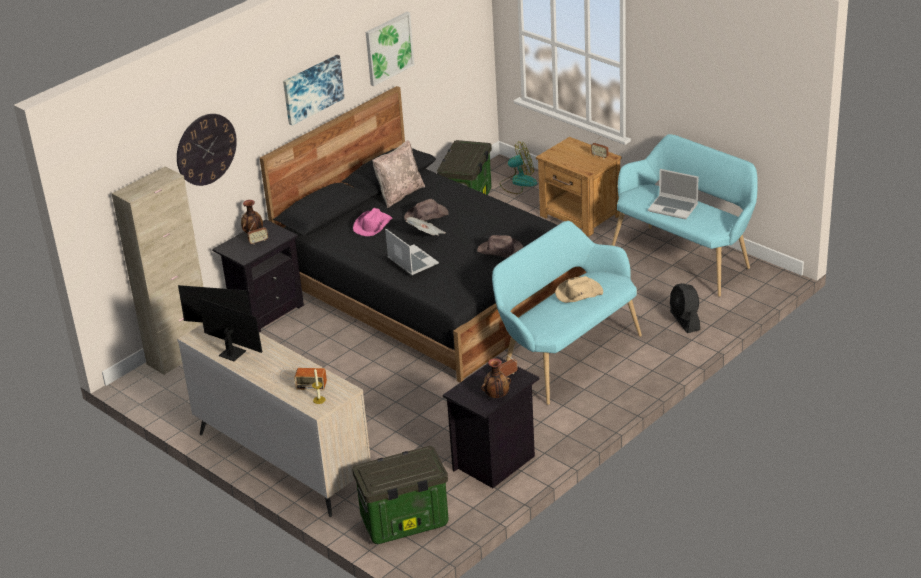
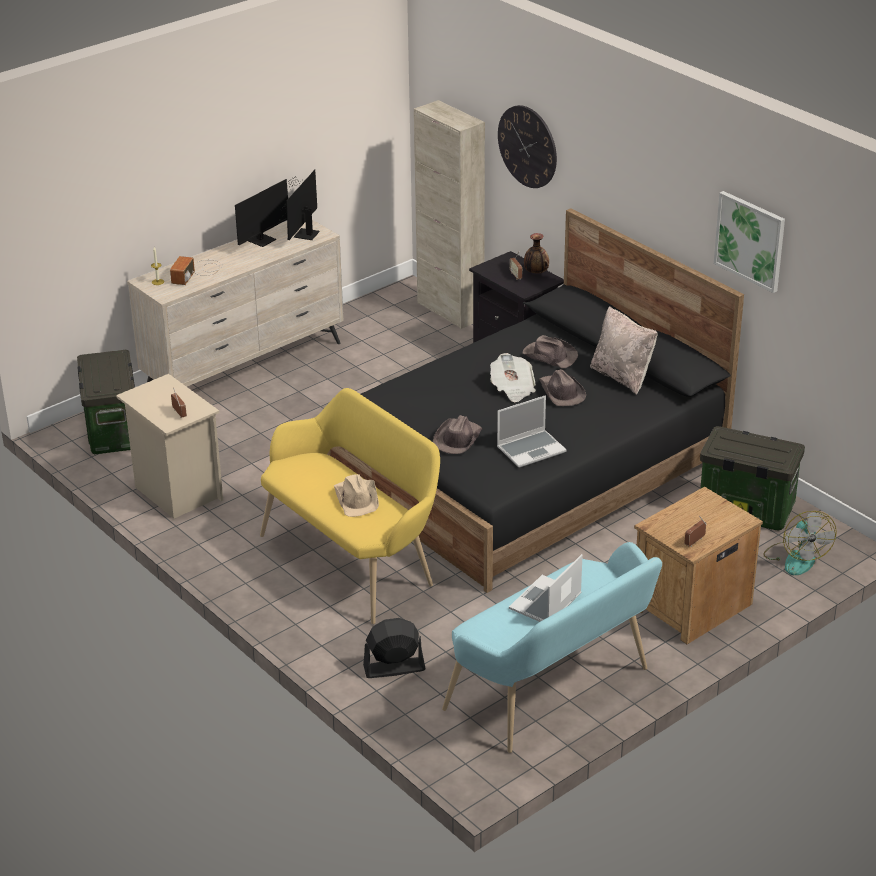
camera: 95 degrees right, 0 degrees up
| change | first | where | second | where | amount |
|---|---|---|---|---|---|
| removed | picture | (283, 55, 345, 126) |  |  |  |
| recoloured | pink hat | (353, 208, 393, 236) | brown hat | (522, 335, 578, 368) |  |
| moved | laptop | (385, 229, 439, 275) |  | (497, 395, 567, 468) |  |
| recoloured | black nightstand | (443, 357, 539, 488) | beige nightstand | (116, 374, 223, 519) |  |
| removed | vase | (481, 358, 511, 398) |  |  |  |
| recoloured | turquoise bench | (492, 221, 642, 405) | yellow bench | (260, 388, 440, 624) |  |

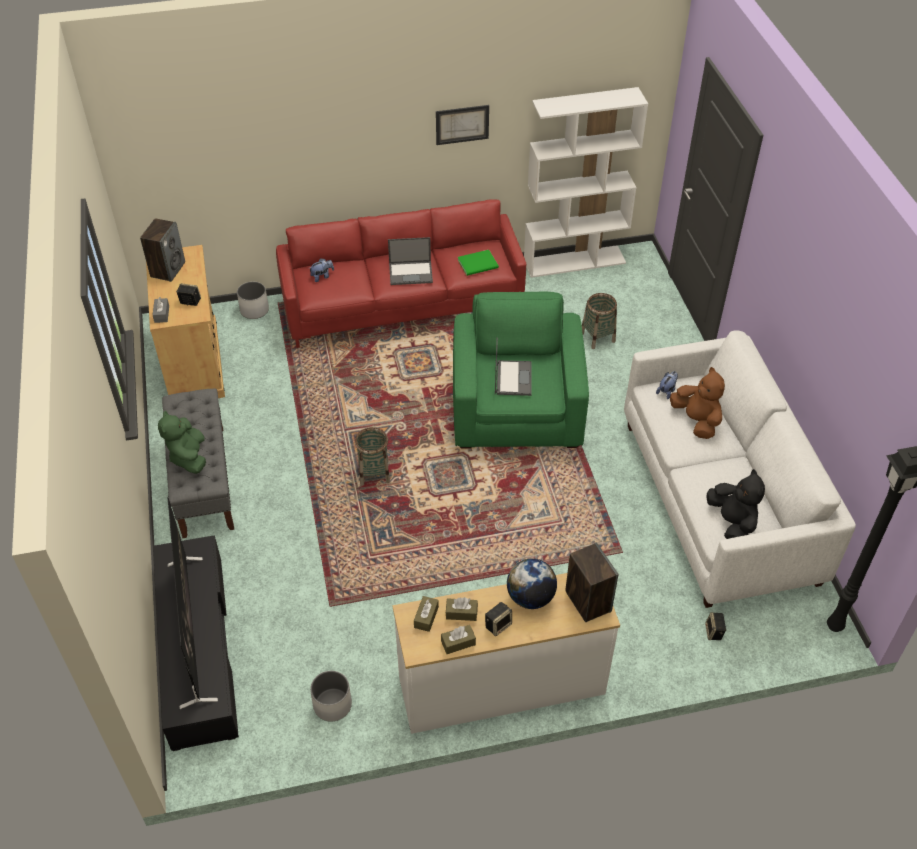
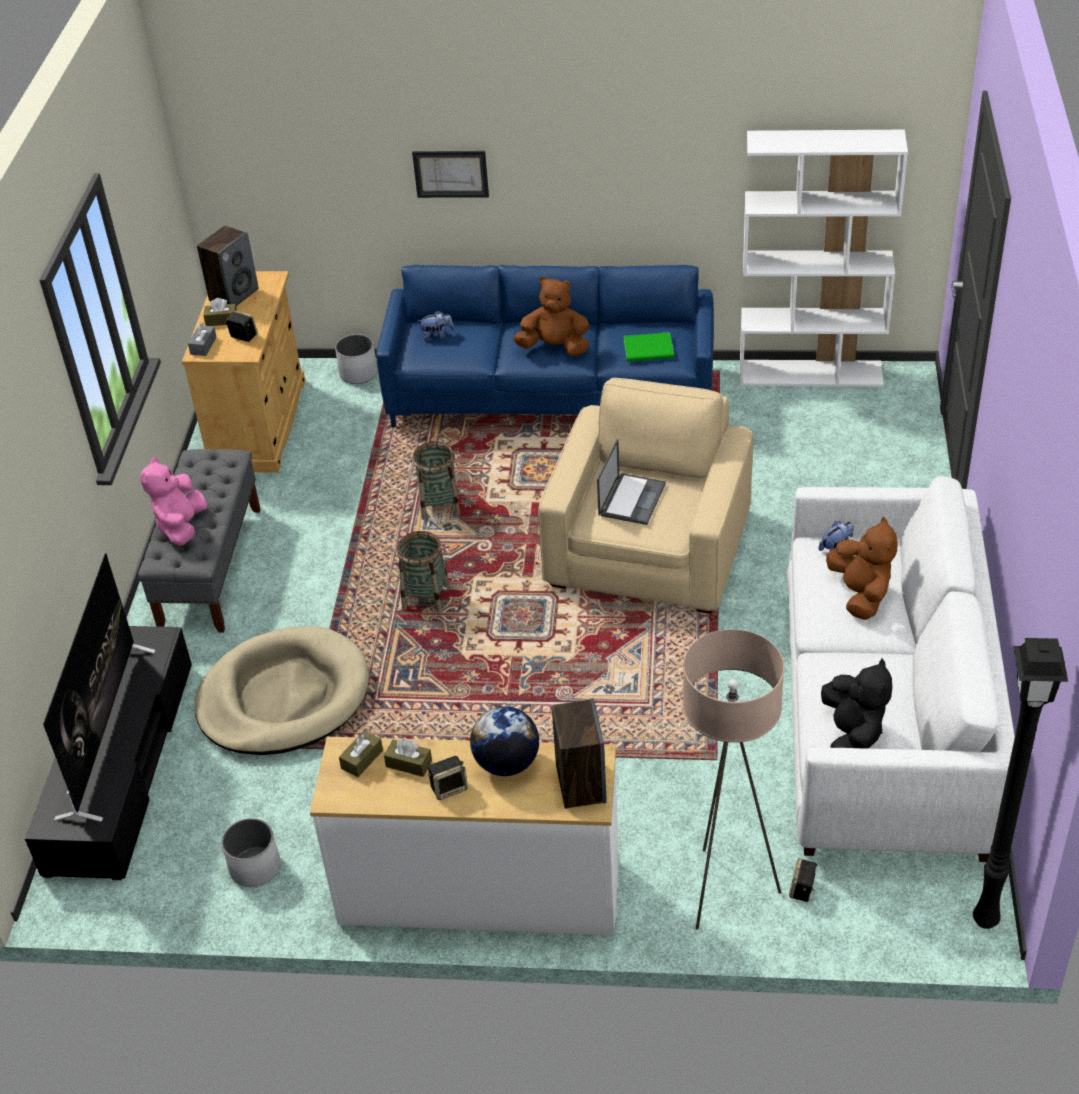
camera: 20 degrees right, 5 degrees down
| change | first | where | second | where | amount |
|---|---|---|---|---|---|
| recoloured | green plush toy | (158, 411, 206, 474) | pink plush toy | (140, 457, 208, 546) |  |
| recoloured | red sofa | (276, 199, 527, 348) | blue sofa | (376, 265, 714, 427) |  |
| replaced | laptop | (388, 237, 433, 285) | brown plush toy | (513, 276, 590, 356) |  |
| moved | picture | (436, 105, 489, 145) |  | (412, 151, 489, 198) |  |
| moved | brown tissue box | (441, 625, 476, 654) |  | (203, 298, 237, 326) |  |
| recoloured | green armchair | (453, 292, 589, 449) | beige armchair | (538, 378, 753, 614) |  |
| moved | basket | (582, 293, 617, 349) |  | (412, 441, 460, 520) |  |
| added |  |  | beige dog bed | (195, 626, 369, 755) |  |
| added |  |  | beige floor lamp | (683, 629, 784, 929) |  |

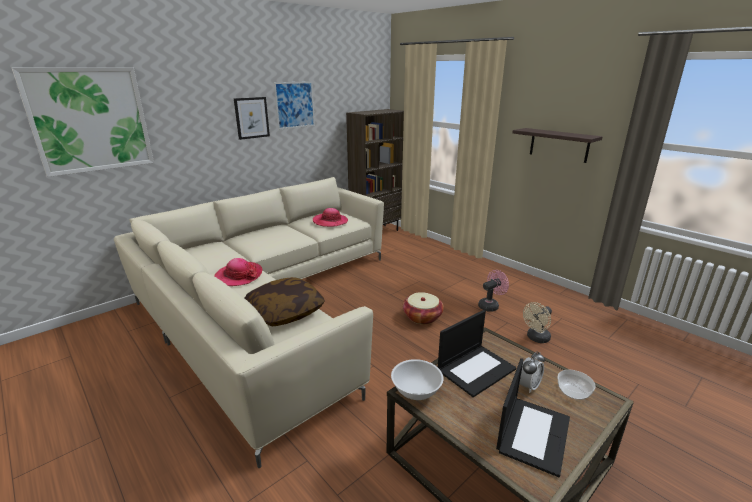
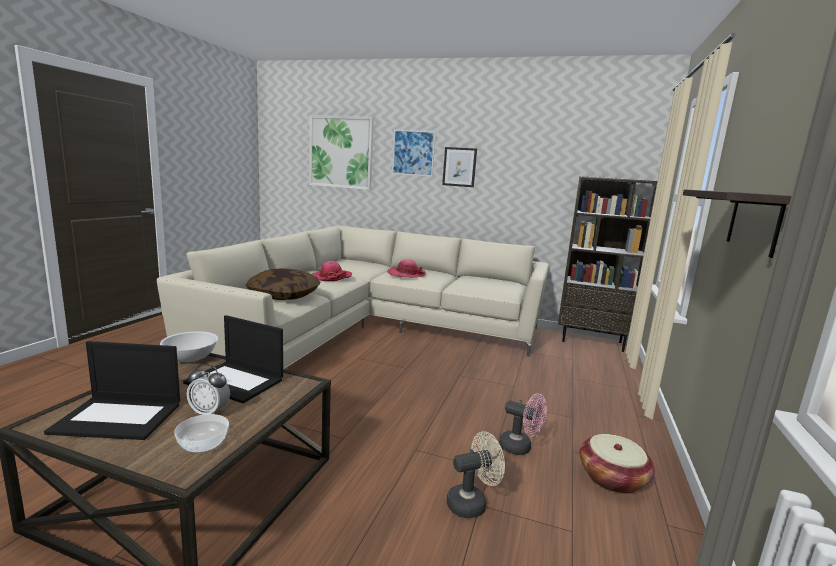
camera: 60 degrees right, 10 degrees down
| change | first | where | second | where | amount |
|---|---|---|---|---|---|
| moved | picture | (274, 81, 315, 130) |  | (392, 130, 436, 177) |  |
| moved | hat | (313, 208, 348, 227) |  | (387, 259, 426, 278) |  |
| moved | basket | (403, 292, 444, 324) |  | (579, 434, 655, 494) |  |
| turned | beige fan | (523, 302, 552, 343) |  | (447, 431, 505, 518) | 135 degrees clockwise |

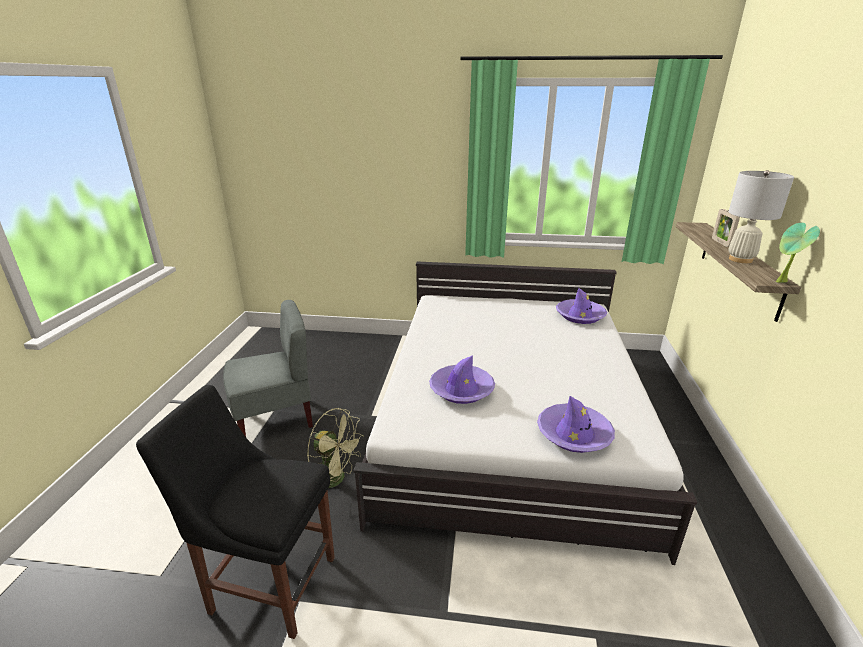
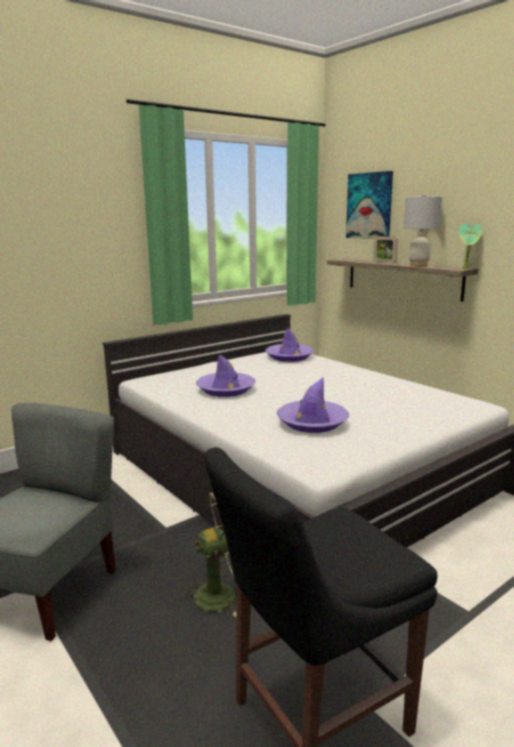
camera: 45 degrees left, 10 degrees down
| change | first | where | second | where | amount |
|---|---|---|---|---|---|
| moved | purple hat | (537, 396, 615, 453) |  | (196, 354, 256, 397) |  |
| added |  |  | picture | (346, 171, 393, 239) |  |

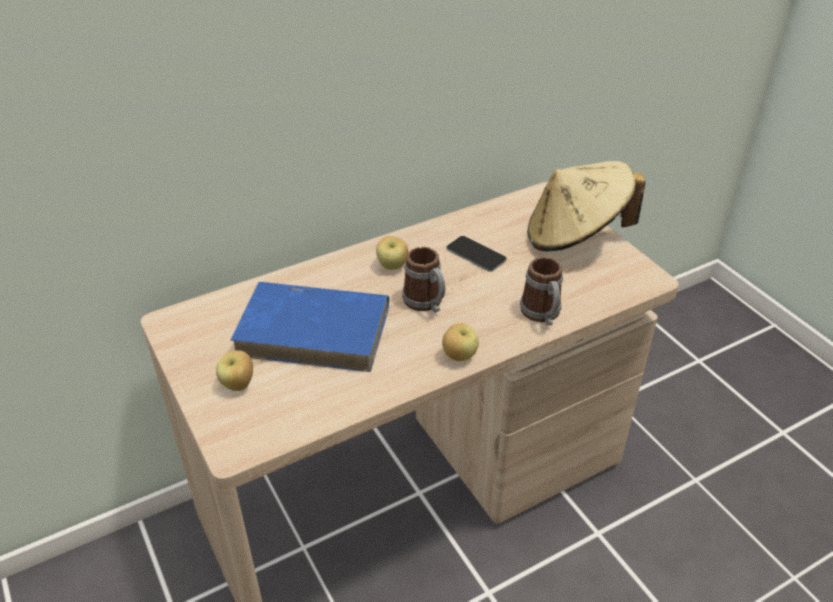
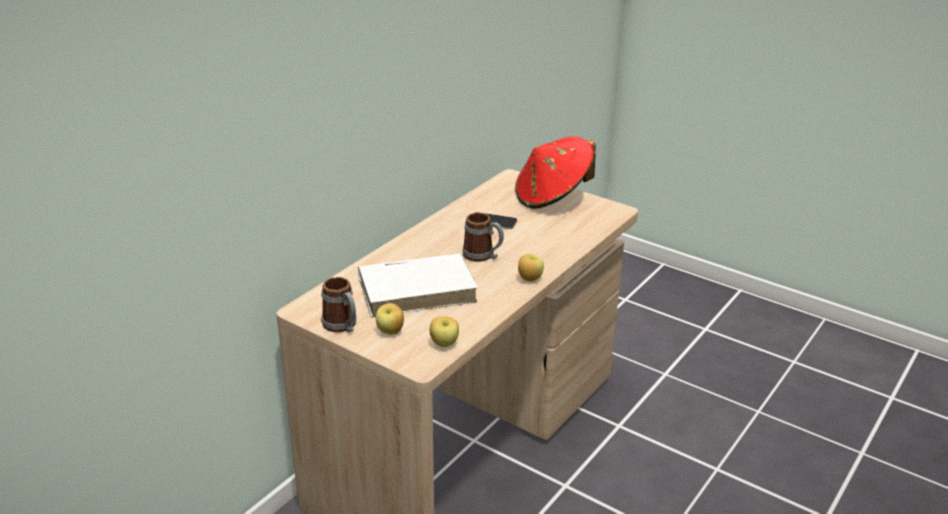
camera: 25 degrees left, 10 degrees down
| change | first | where | second | where | amount |
|---|---|---|---|---|---|
| recoloured | blue book | (230, 282, 389, 372) | white book | (358, 253, 478, 317) |  |
| moved | apple | (376, 236, 408, 270) |  | (430, 316, 459, 347) |  |
| moved | mug | (520, 257, 563, 326) |  | (321, 277, 357, 332) |  |
| recoloured | beige hat | (527, 161, 646, 251) | red hat | (515, 136, 596, 209) |  |

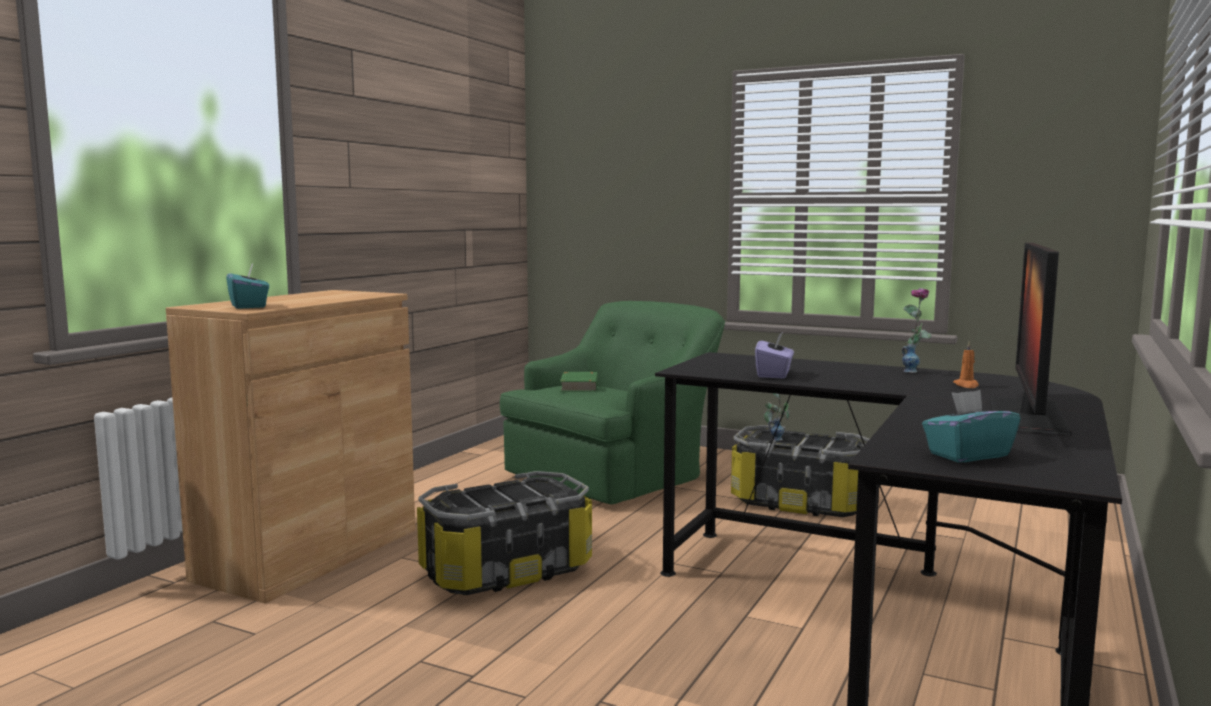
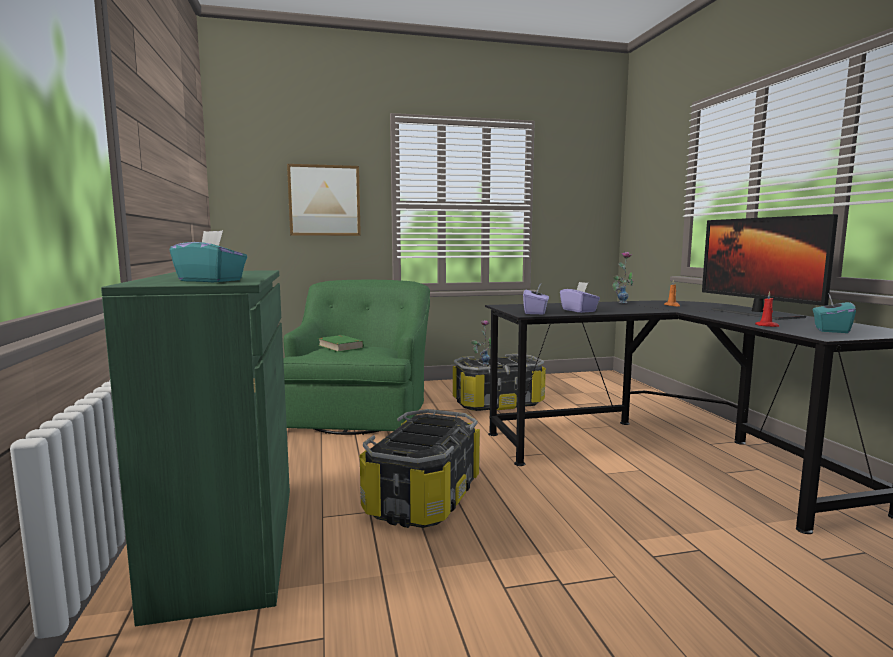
camera: 40 degrees left, 0 degrees up
| change | first | where | second | where | amount |
|---|---|---|---|---|---|
| recoloured | brown cabinet | (166, 290, 415, 604) | green cabinet | (101, 270, 290, 626) |  |
| added |  |  | picture | (287, 164, 361, 236) |  |
| added |  |  | purple tissue box | (523, 284, 549, 314) |  |
| added |  |  | red candle | (755, 291, 779, 327) |  |

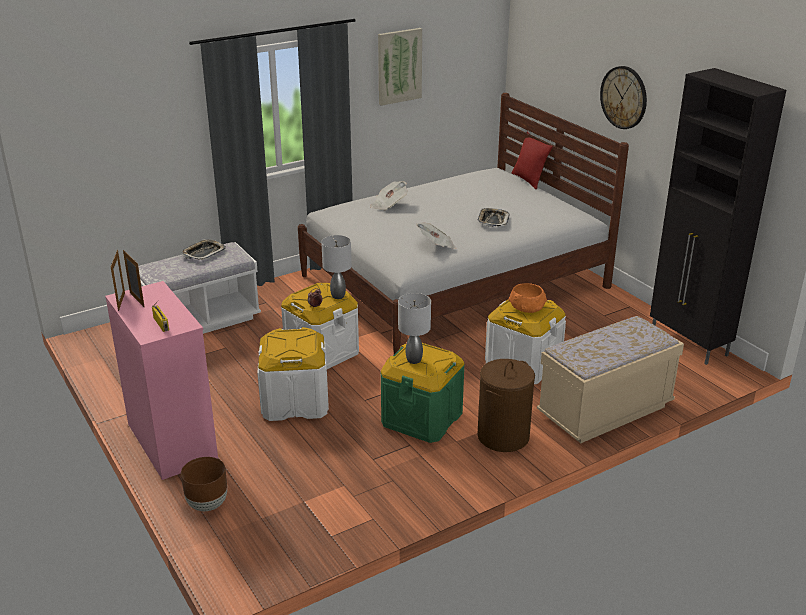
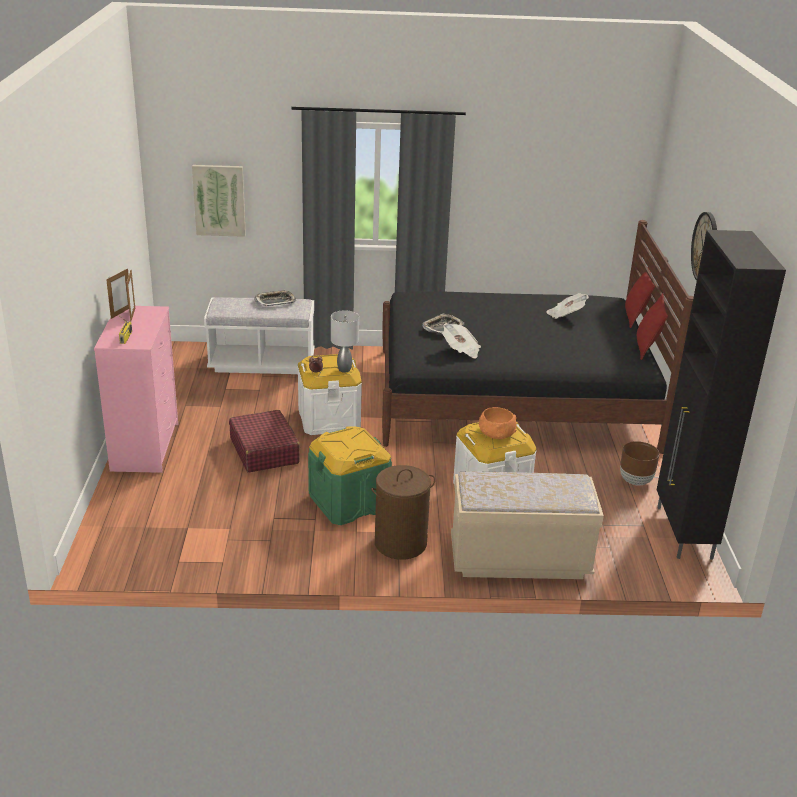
camera: 30 degrees right, 0 degrees up
| change | first | where | second | where | amount |
|---|---|---|---|---|---|
| moved | brown planter | (181, 457, 227, 511) |  | (620, 441, 660, 486) |  |
| replaced | white storage box | (257, 327, 329, 421) | red suitcase | (229, 410, 300, 473) |  |
| recoloured | white bed | (298, 93, 629, 354) | black bed | (382, 220, 694, 454) |  |
| moved | newspaper | (370, 181, 408, 211) |  | (546, 293, 589, 319) |  |
| moved | picture | (378, 28, 422, 106) |  | (192, 165, 246, 237) |  |
| removed | grey table lamp | (398, 293, 431, 364) |  |  |  |
| moved | tray | (478, 208, 510, 227) |  | (422, 314, 464, 334) |  |
| added |  |  | red pillow | (637, 293, 668, 360) |  |

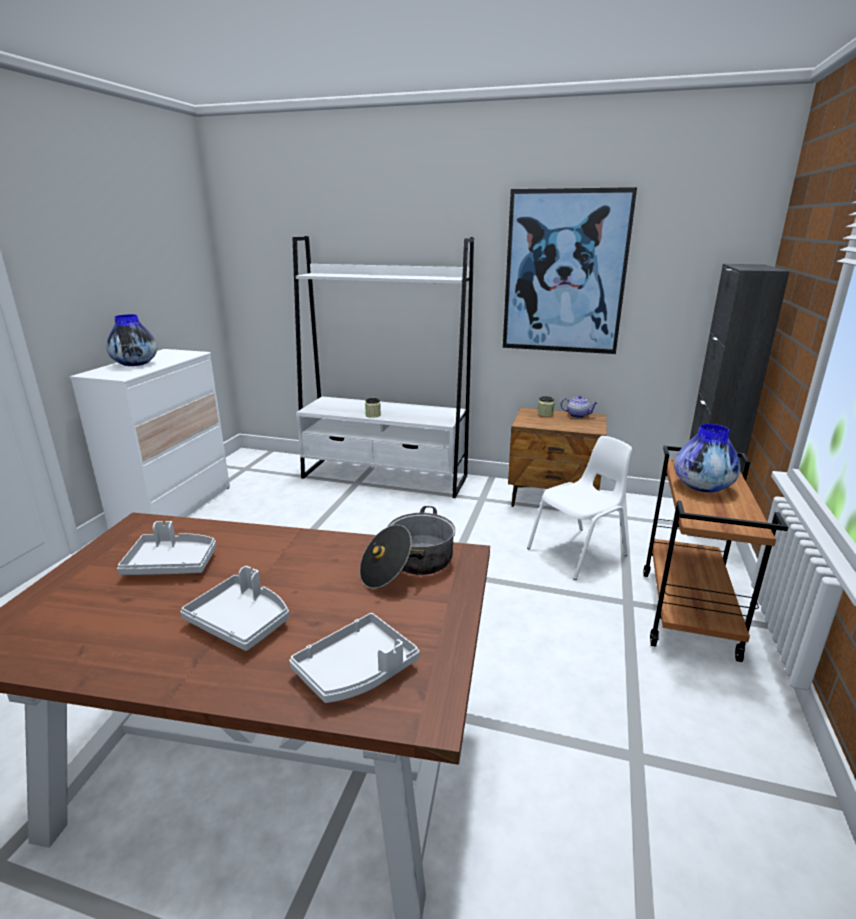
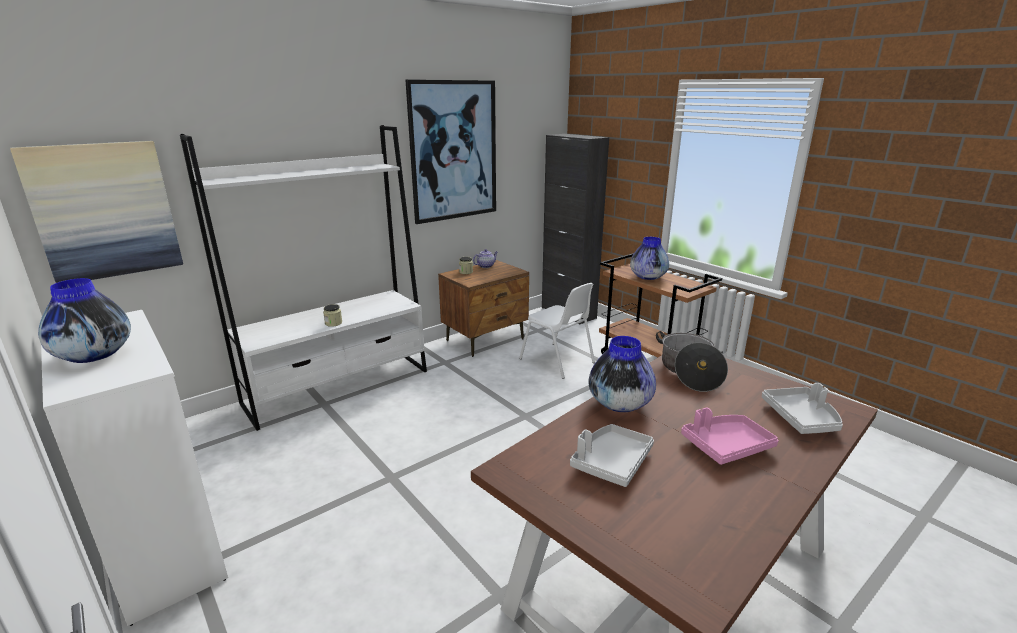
camera: 55 degrees left, 0 degrees up
| change | first | where | second | where | amount |
|---|---|---|---|---|---|
| recoloured | grey tray | (180, 566, 289, 651) | pink tray | (681, 407, 779, 465) |  |
| turned | white chair | (527, 436, 632, 580) |  | (519, 283, 595, 379) | 135 degrees clockwise |
| added |  |  | picture | (10, 141, 183, 283) |  |
| added |  |  | vase | (588, 336, 656, 412) |  |

